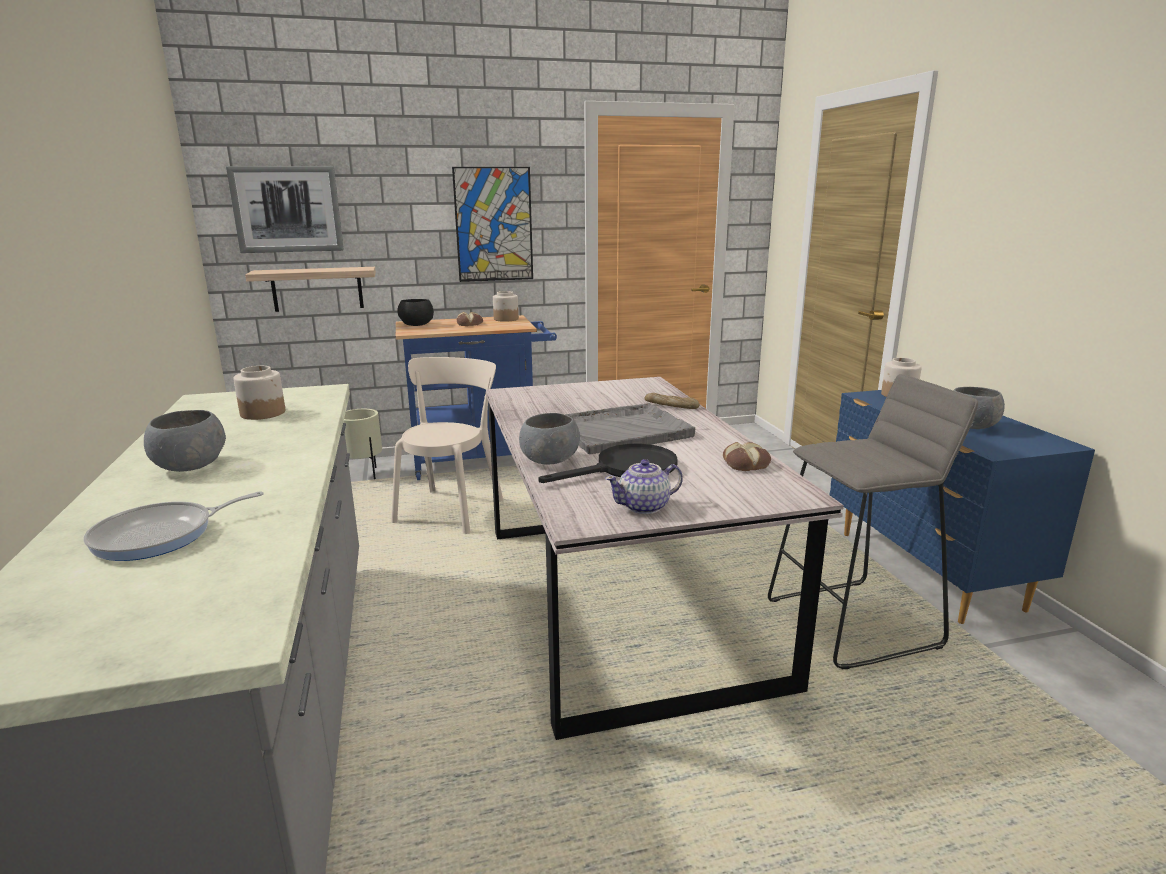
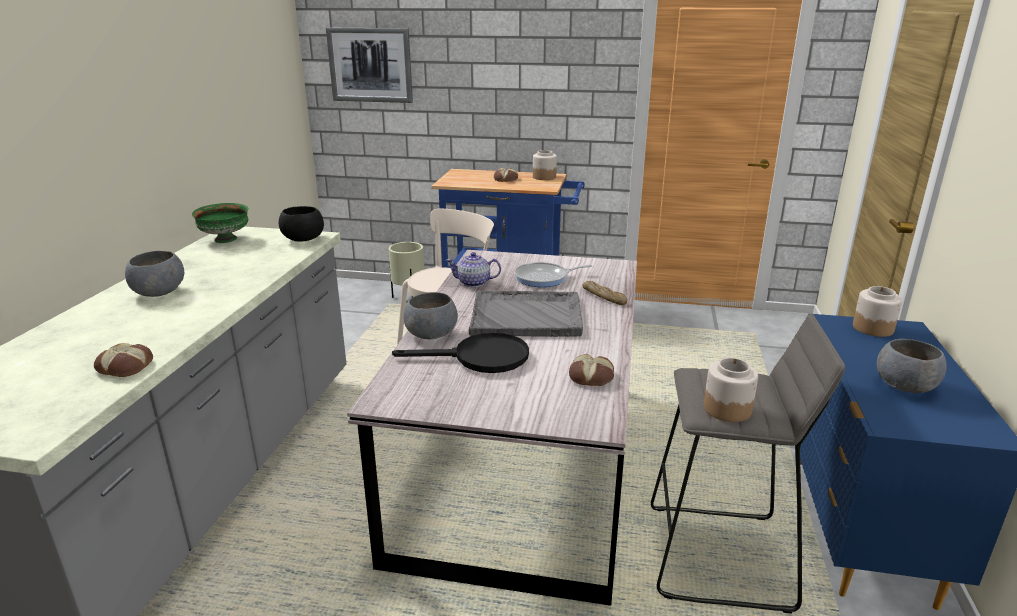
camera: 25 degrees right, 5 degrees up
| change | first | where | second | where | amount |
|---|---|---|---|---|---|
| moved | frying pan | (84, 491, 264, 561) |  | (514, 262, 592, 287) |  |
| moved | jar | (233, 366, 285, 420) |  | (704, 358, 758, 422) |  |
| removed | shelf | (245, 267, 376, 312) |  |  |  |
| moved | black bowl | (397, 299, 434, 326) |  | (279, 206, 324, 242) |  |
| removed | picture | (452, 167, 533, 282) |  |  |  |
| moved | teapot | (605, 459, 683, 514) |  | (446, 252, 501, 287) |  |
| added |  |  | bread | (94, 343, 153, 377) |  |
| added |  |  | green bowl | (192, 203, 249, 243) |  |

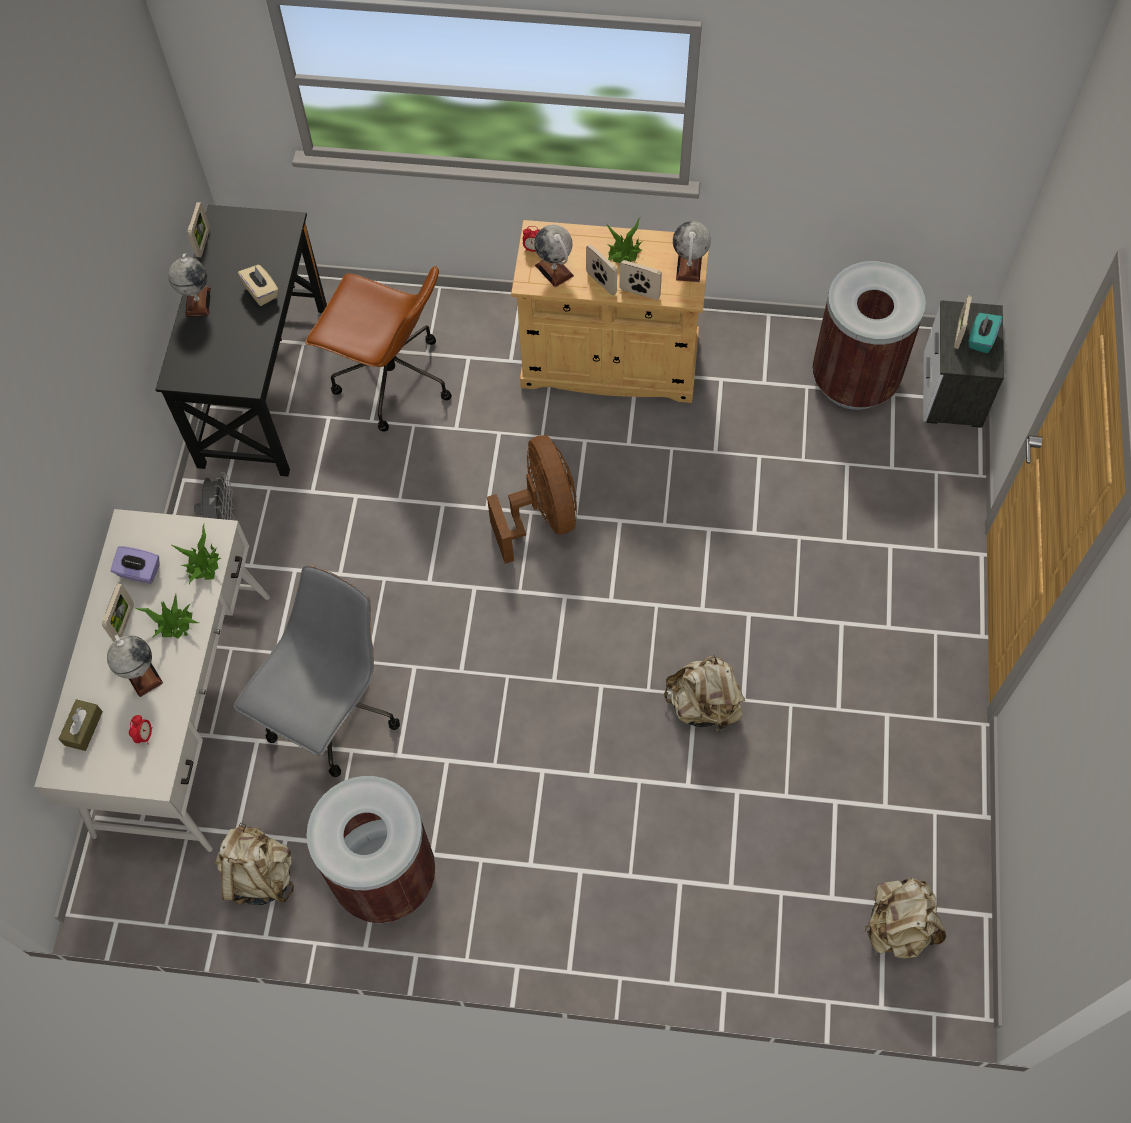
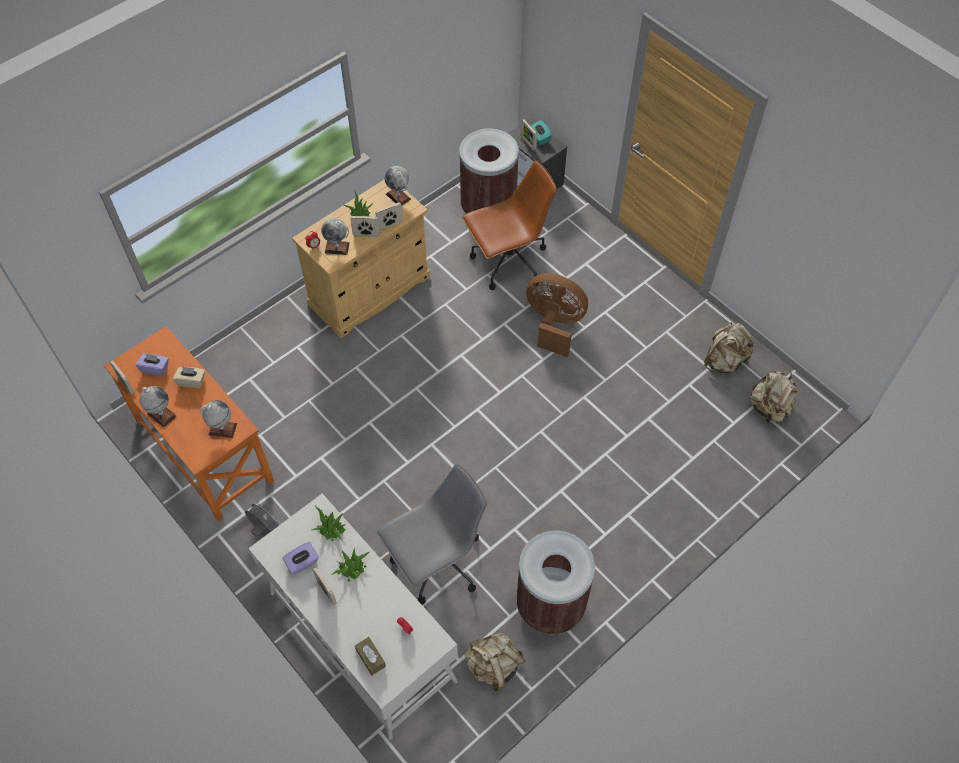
camera: 50 degrees left, 5 degrees down
| change | first | where | second | where | amount |
|---|---|---|---|---|---|
| moved | globe | (107, 634, 163, 697) |  | (200, 400, 237, 438) |  |
| recoloured | black desk | (155, 205, 327, 477) | orange desk | (104, 326, 274, 521) |  |
| turned | grey office chair | (233, 566, 400, 777) |  | (376, 464, 487, 605) | 75 degrees clockwise |
| moved | brown office chair | (305, 265, 452, 432) |  | (462, 160, 557, 290) |  |
| moved | brown fan | (487, 435, 577, 564) |  | (526, 273, 588, 357) |  |
| moved | beige backpack | (664, 655, 745, 734) |  | (704, 322, 755, 373) |  |
| added |  |  | purple tissue box | (136, 353, 169, 376) |  |

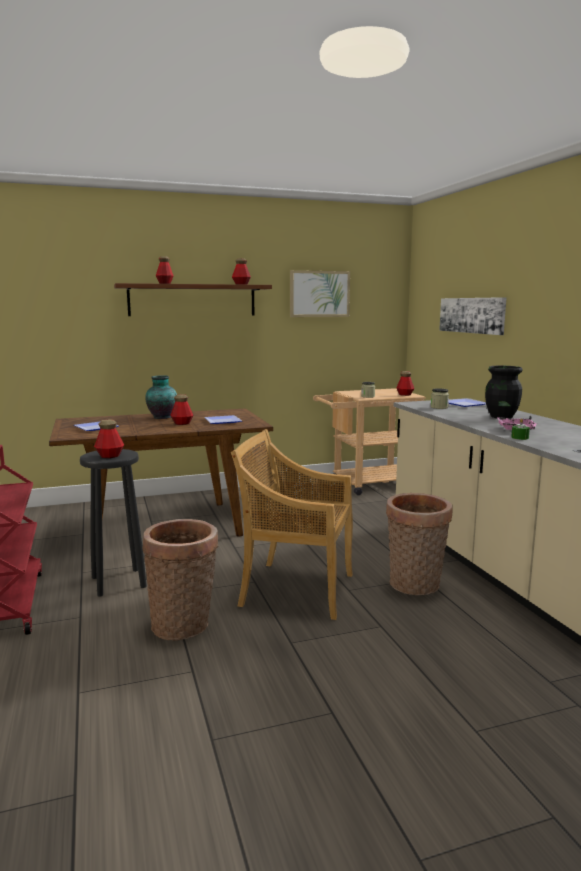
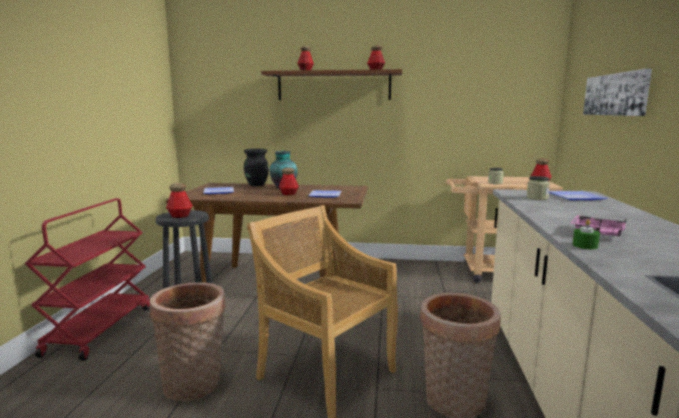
camera: 25 degrees right, 0 degrees up
| change | first | where | second | where | amount |
|---|---|---|---|---|---|
| removed | picture | (290, 270, 350, 317) |  |  |  |
| moved | black vase | (485, 366, 523, 418) |  | (244, 149, 269, 186) |  |

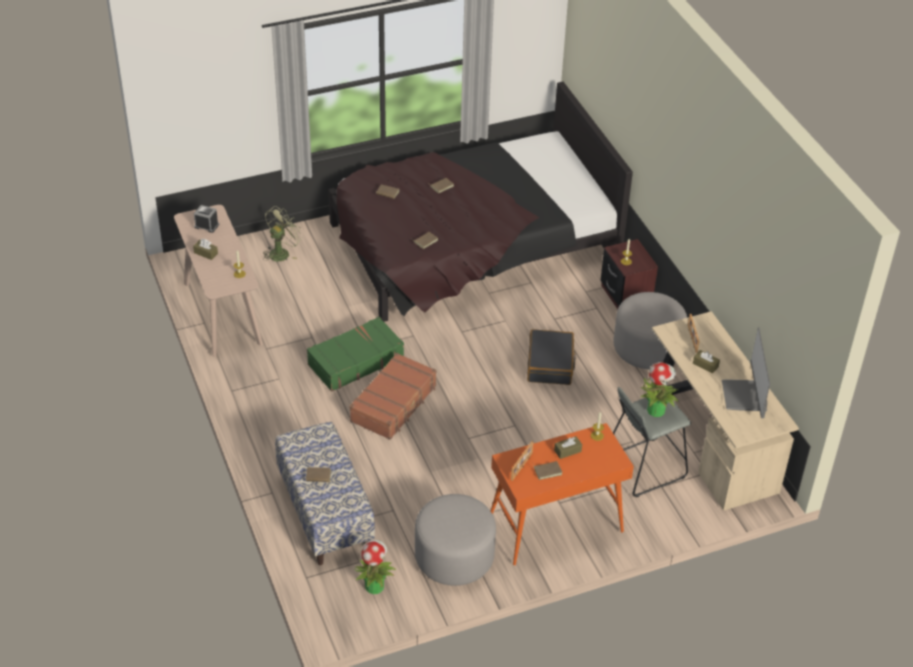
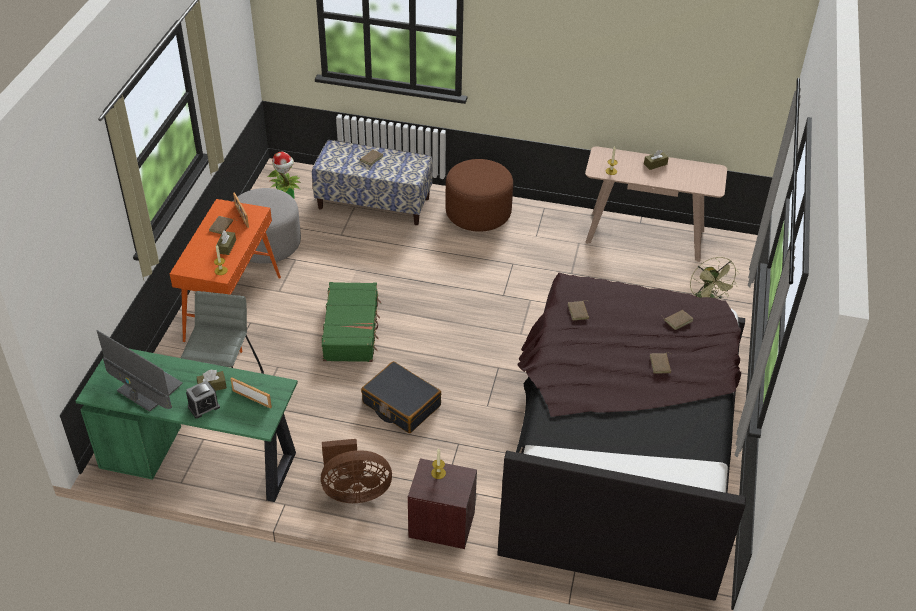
camera: 125 degrees right, 0 degrees up
| change | first | where | second | where | amount |
|---|---|---|---|---|---|
| moved | alarm clock | (194, 205, 219, 233) |  | (186, 380, 220, 419) |  |
| moved | green suitcase | (307, 317, 404, 392) |  | (322, 282, 381, 362) |  |
| removed | brown suitcase | (349, 353, 436, 440) |  |  |  |
| replaced | grey ottoman | (614, 292, 687, 369) | brown fan | (321, 439, 392, 503) |  |
| removed | potted plant | (641, 362, 679, 417) |  |  |  |
| recoloured | beige desk | (652, 311, 799, 511) | green desk | (76, 348, 298, 502) |  |
| added |  |  | brown ottoman | (445, 159, 513, 232) |  |

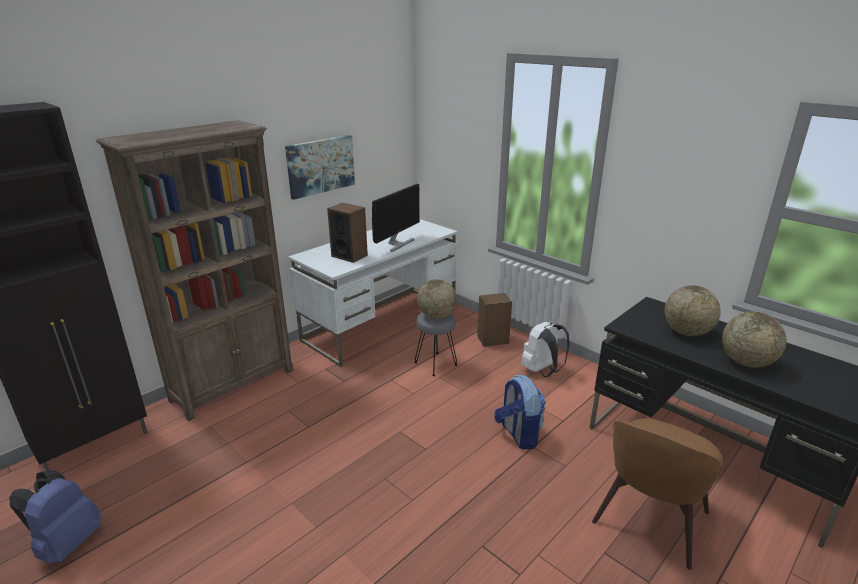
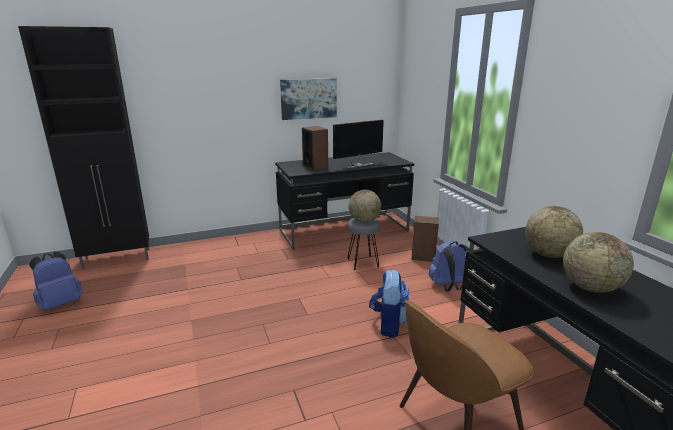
camera: 25 degrees right, 5 degrees down
| change | first | where | second | where | amount |
|---|---|---|---|---|---|
| removed | brown bookcase | (96, 120, 293, 421) |  |  |  |
| recoloured | white desk | (288, 219, 458, 367) | black desk | (275, 152, 414, 250) |  |
| recoloured | white backpack | (521, 322, 570, 377) | blue backpack | (429, 241, 469, 291) |  |

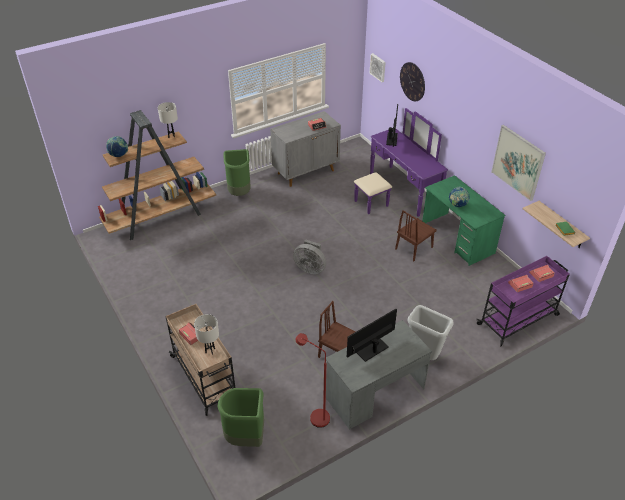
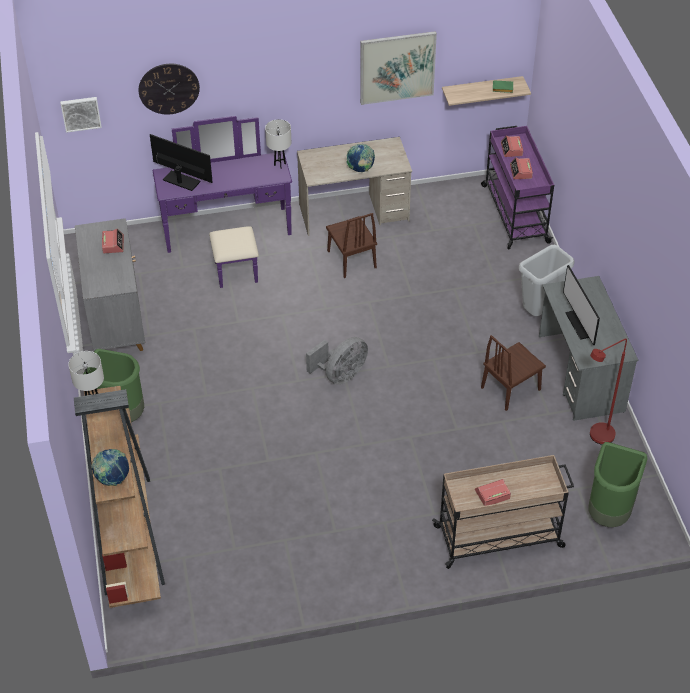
camera: 70 degrees left, 5 degrees up
| change | first | where | second | where | amount |
|---|---|---|---|---|---|
| moved | white table lamp | (194, 314, 219, 355) |  | (265, 119, 291, 169) |  |
| recoloured | green desk | (422, 175, 505, 266) | beige desk | (297, 137, 412, 236) |  |

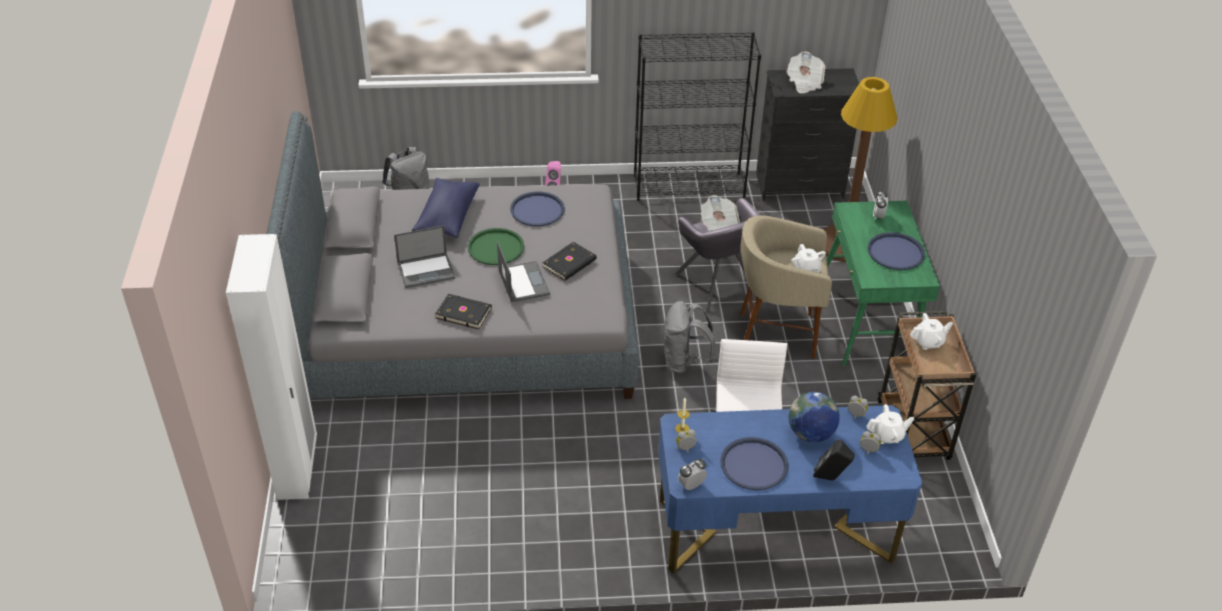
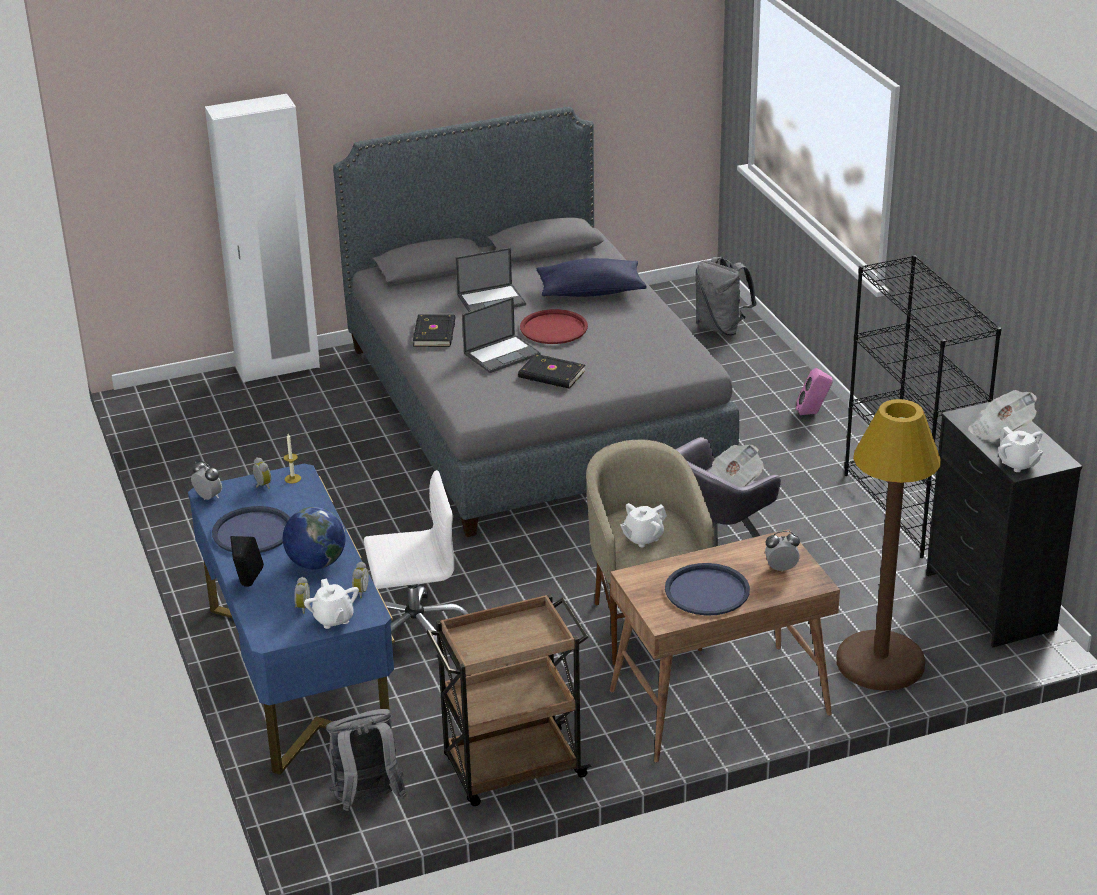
camera: 75 degrees right, 10 degrees down
| change | first | where | second | where | amount |
|---|---|---|---|---|---|
| turned | laptop | (394, 226, 455, 288) |  | (456, 248, 526, 312) | 75 degrees counterclockwise |
| recoloured | green tray | (468, 228, 524, 265) | red tray | (520, 309, 588, 344) |  |
| removed | blue tray | (510, 192, 565, 226) |  |  |  |
| moved | grey backpack | (664, 301, 715, 374) |  | (326, 709, 407, 811) |  |
| recoloured | green desk | (827, 201, 940, 367) | brown desk | (610, 529, 840, 763) |  |
| moved | white teapot | (910, 313, 953, 350) |  | (998, 427, 1043, 472) |  |

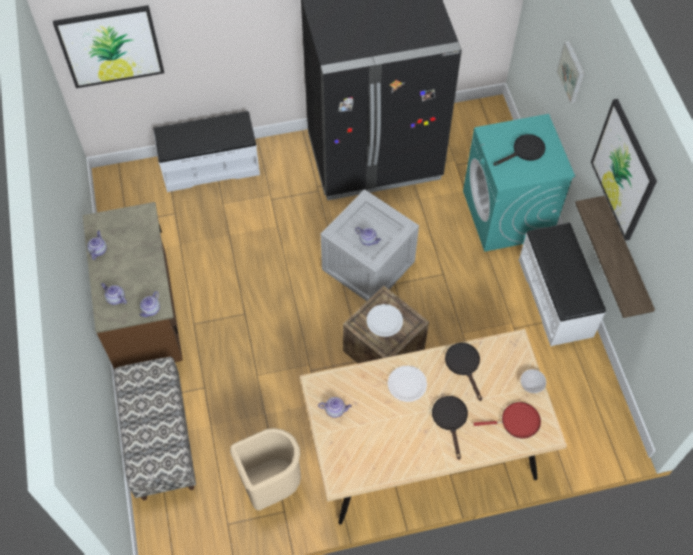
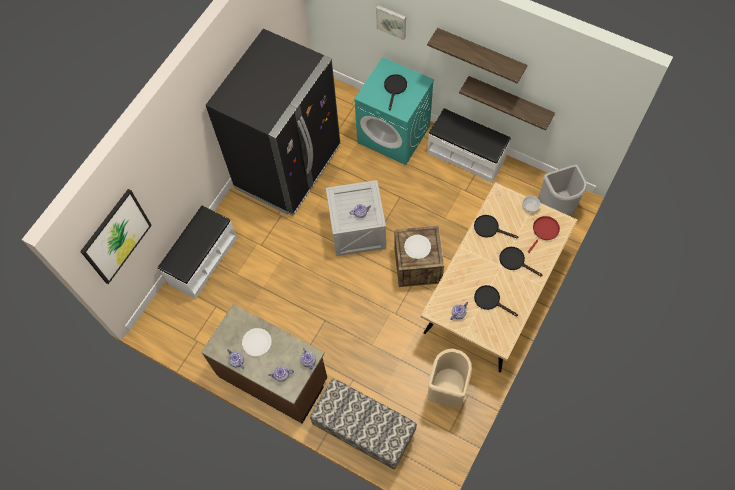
camera: 45 degrees left, 5 degrees up
| change | first | where | second | where | amount |
|---|---|---|---|---|---|
| moved | white plate | (388, 366, 427, 402) |  | (242, 328, 272, 356) |  |
| replaced | picture | (591, 99, 657, 241) | shelf | (427, 28, 527, 83) |  |
| added |  |  | black frying pan | (474, 285, 518, 316) |  |
| added |  |  | grey trash can | (538, 164, 587, 216) |  |

